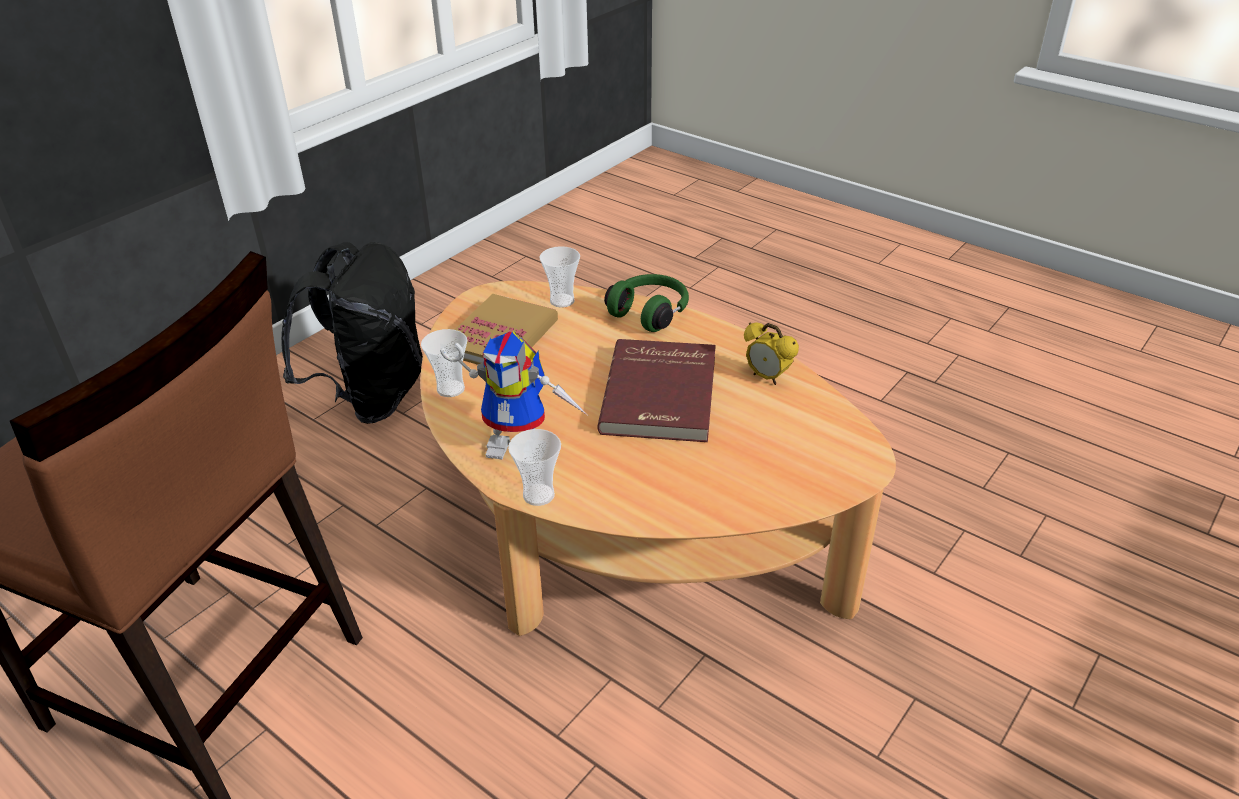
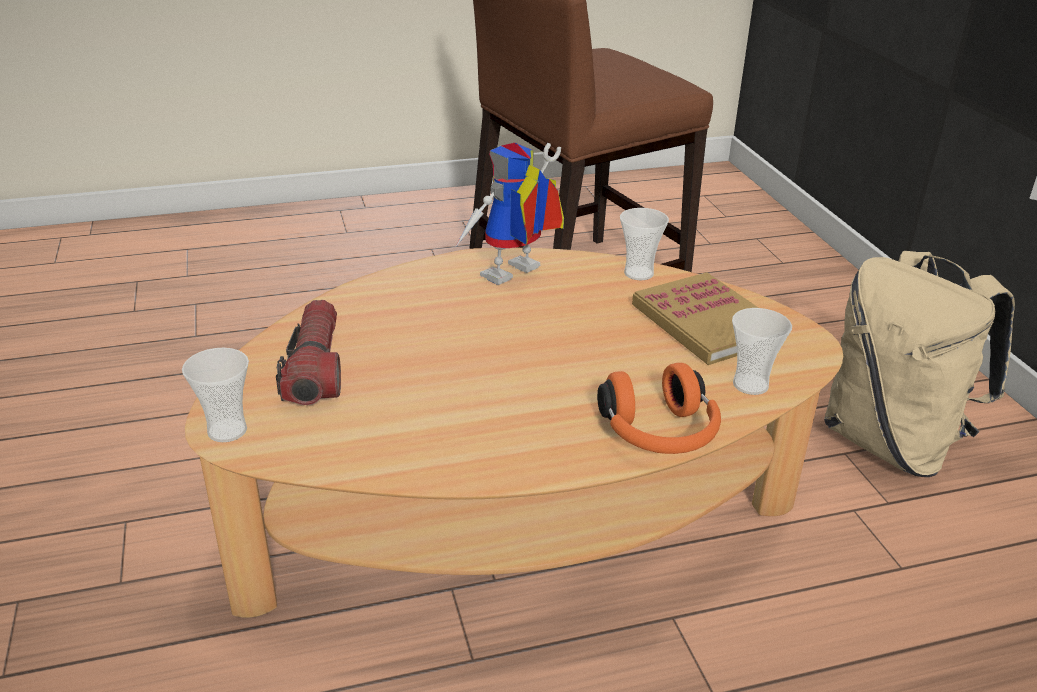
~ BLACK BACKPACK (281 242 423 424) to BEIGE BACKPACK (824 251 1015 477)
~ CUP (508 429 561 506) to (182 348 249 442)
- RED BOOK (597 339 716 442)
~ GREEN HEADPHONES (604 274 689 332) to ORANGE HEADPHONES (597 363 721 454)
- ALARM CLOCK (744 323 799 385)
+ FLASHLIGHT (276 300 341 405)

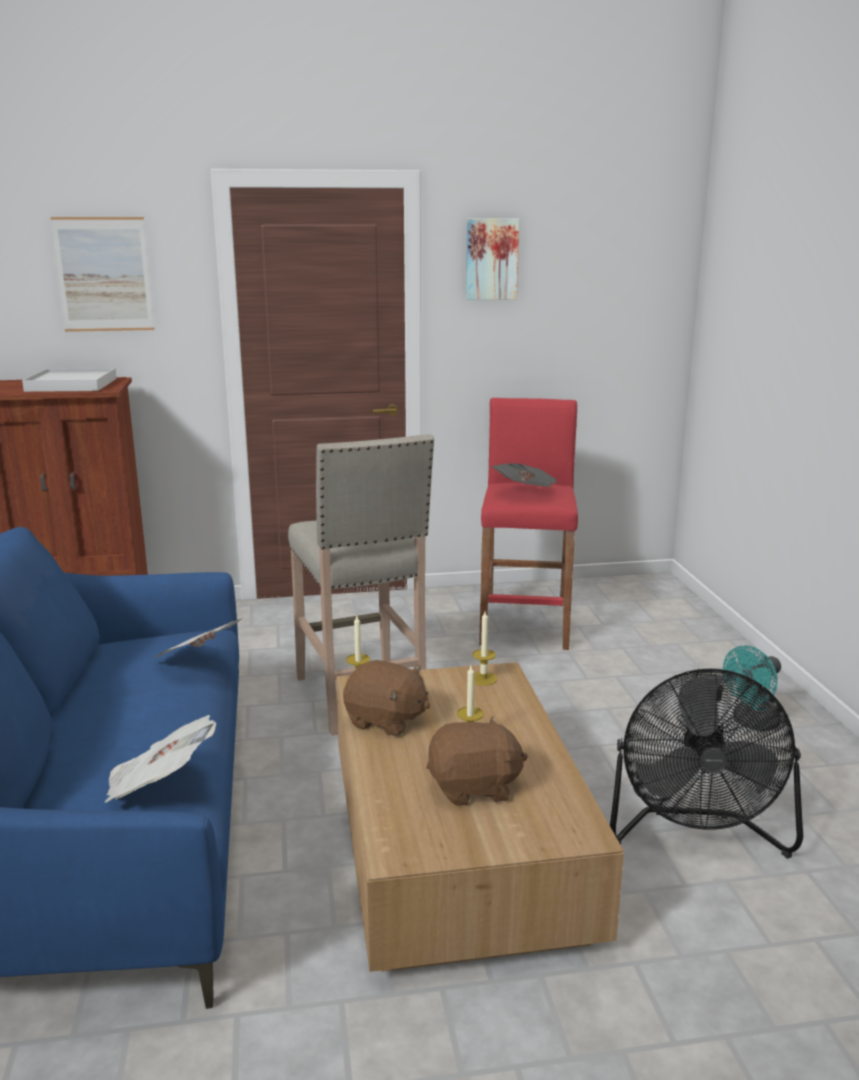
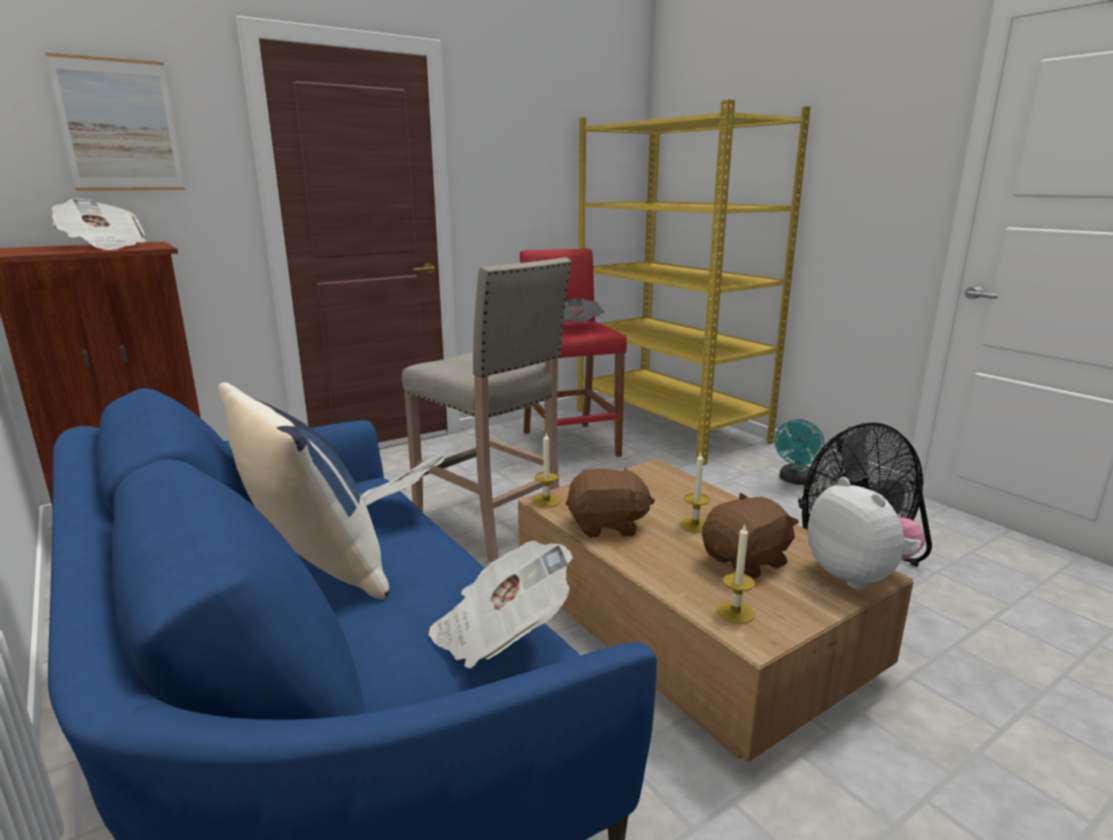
~ WHITE TRAY (22 368 117 392) to NEWSPAPER (52 199 146 250)
- PICTURE (466 219 519 300)
~ CANDLE (472 612 498 686) to (717 524 755 624)
+ BLUE PILLOW (218 382 390 599)
+ YELLOW BOOKCASE (577 100 811 465)
+ PLUSH TOY (808 477 925 590)

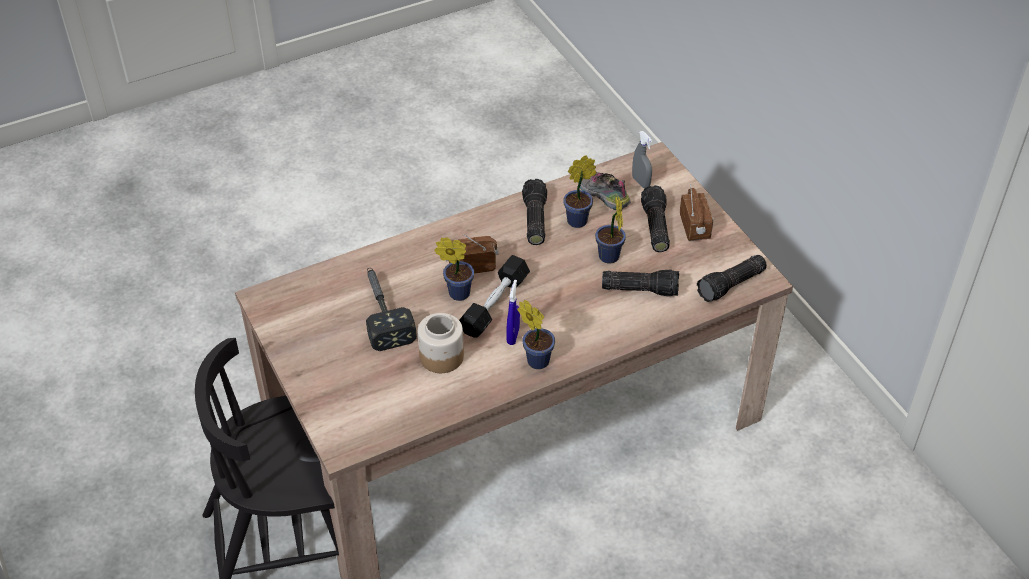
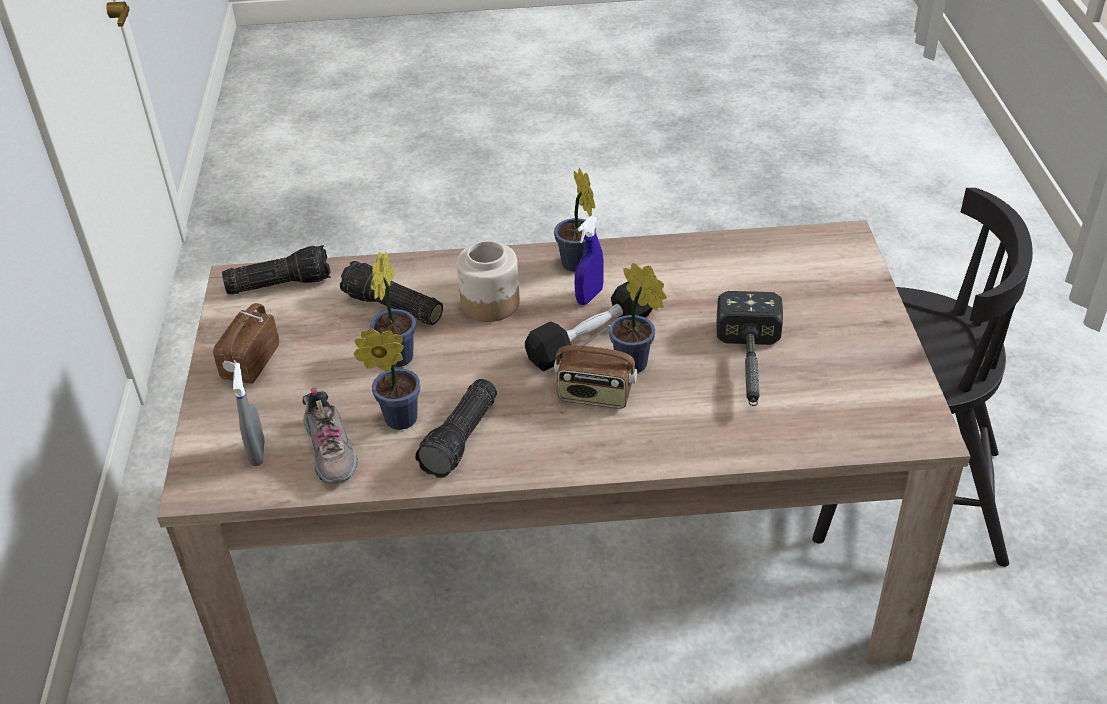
~ JAR (418 313 464 373) to (457 241 520 322)
- FLASHLIGHT (641 185 670 252)

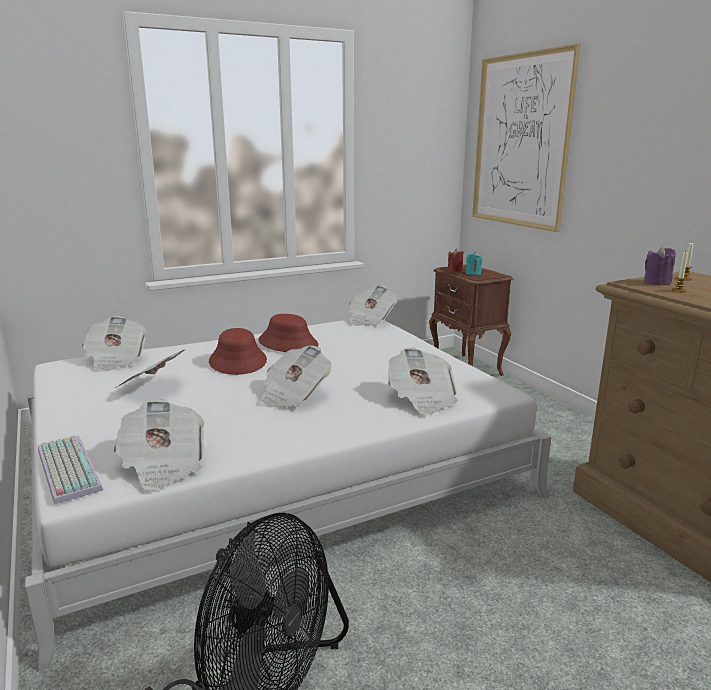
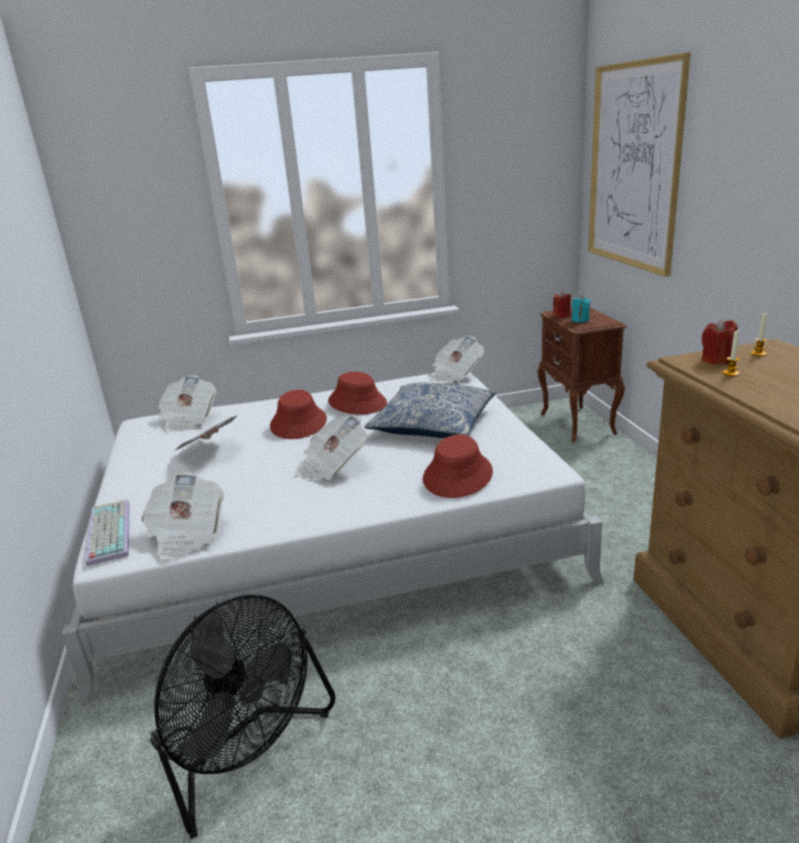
~ NEWSPAPER (388 347 458 416) to RED HAT (423 435 493 498)
~ PURPLE CANDLE (644 246 676 286) to RED CANDLE (702 319 737 365)
+ PILLOW (364 382 496 438)

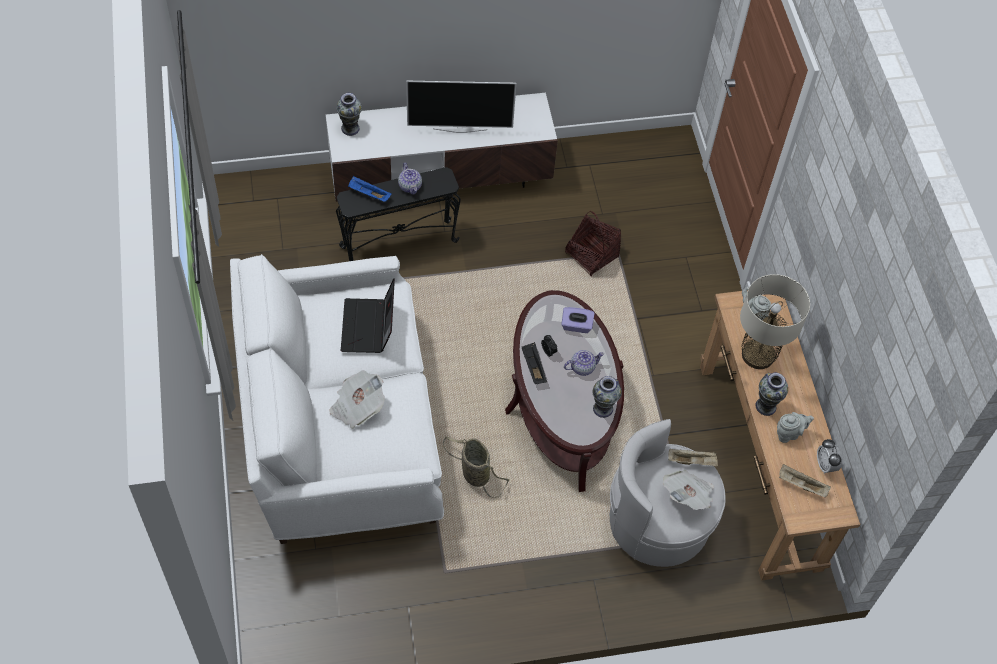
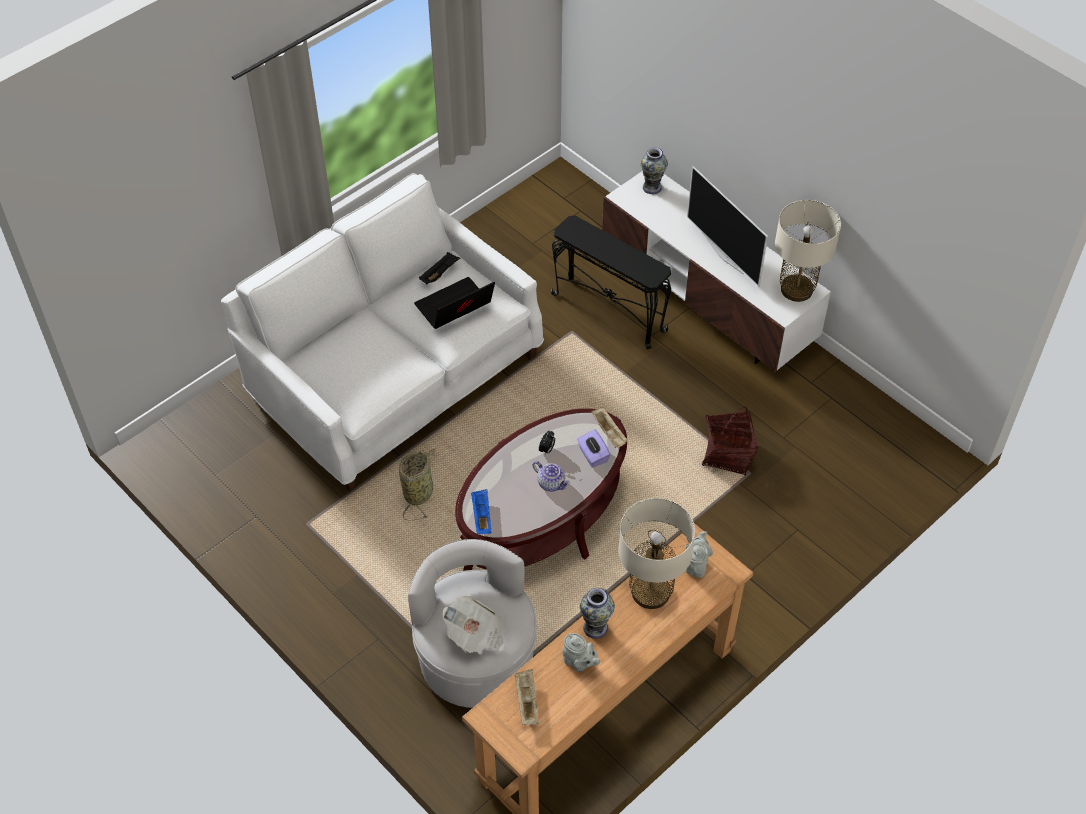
- NEWSPAPER (329 370 385 429)
~ BLUE TRAY (348 176 392 202) to (471 489 491 534)
- TEAPOT (398 163 422 195)
~ BLACK TRAY (522 342 547 384) to (419 252 460 285)
- VASE (593 376 622 418)
~ BEIGE TRAY (668 449 718 466) to (591 407 628 448)
- ALARM CLOCK (817 439 842 474)
+ TABLE LAMP (775 200 841 302)

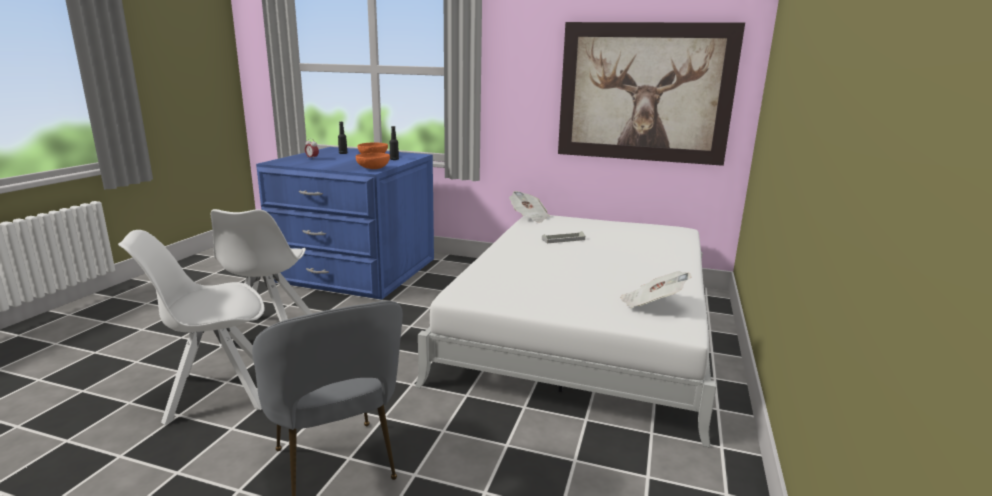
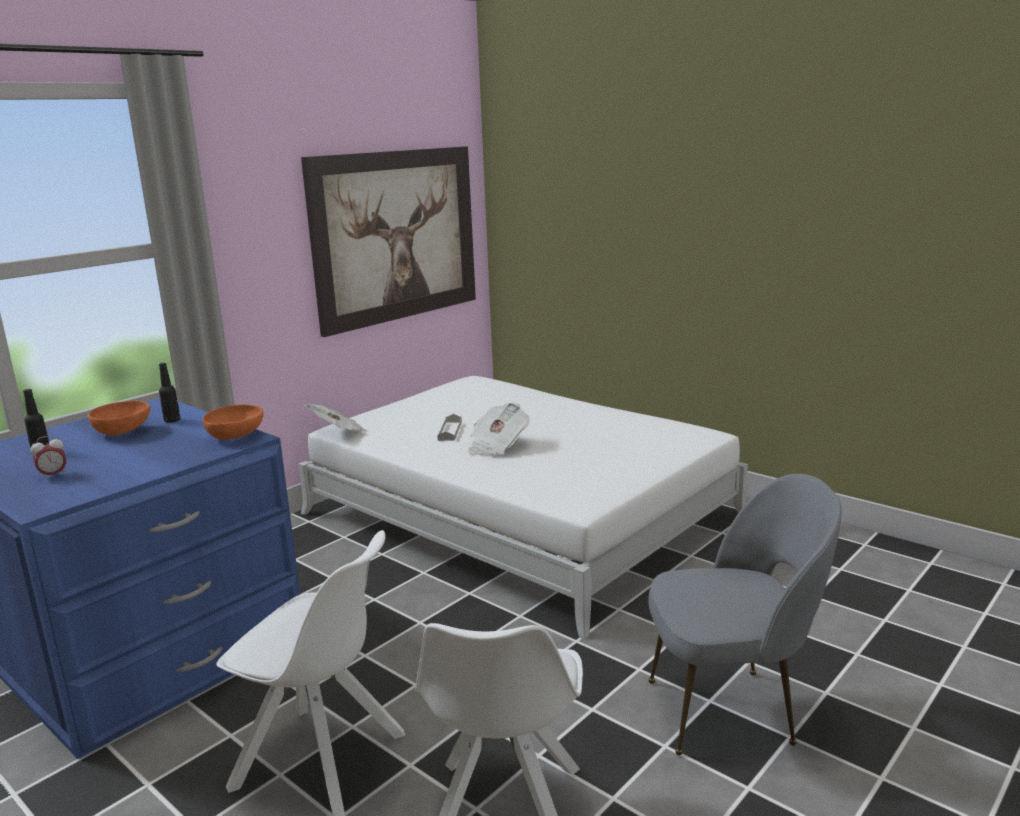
~ NEWSPAPER (620 271 692 308) to (468 403 529 455)

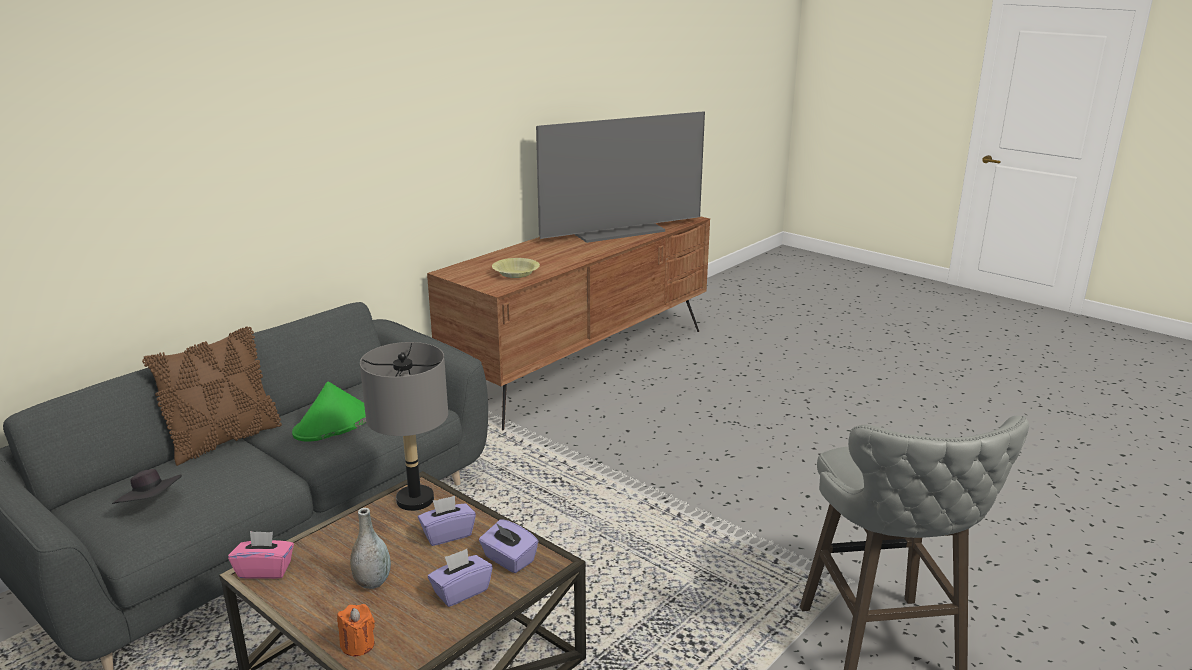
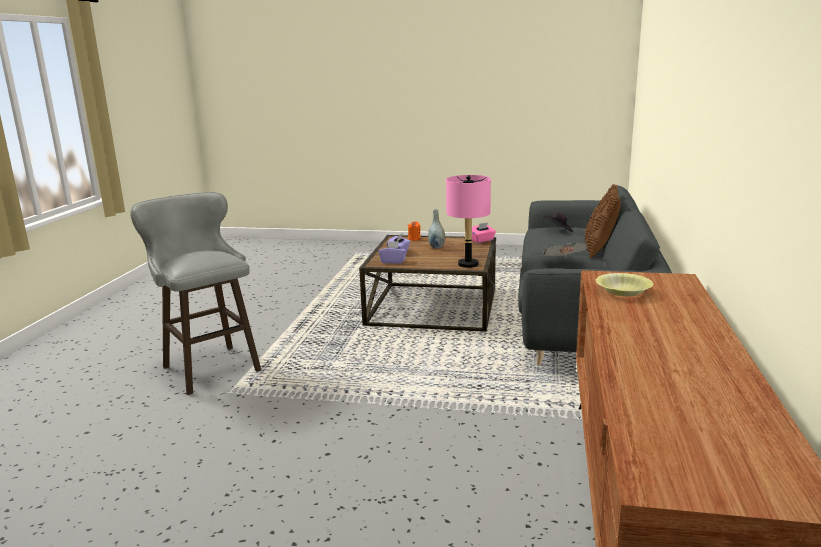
~ GREEN HAT (292 381 366 442) to NEWSPAPER (543 243 588 256)
~ GREY TABLE LAMP (360 342 448 511) to PINK TABLE LAMP (446 175 491 268)
- PURPLE TISSUE BOX (418 496 476 546)
- TELEVISION (536 111 705 243)

